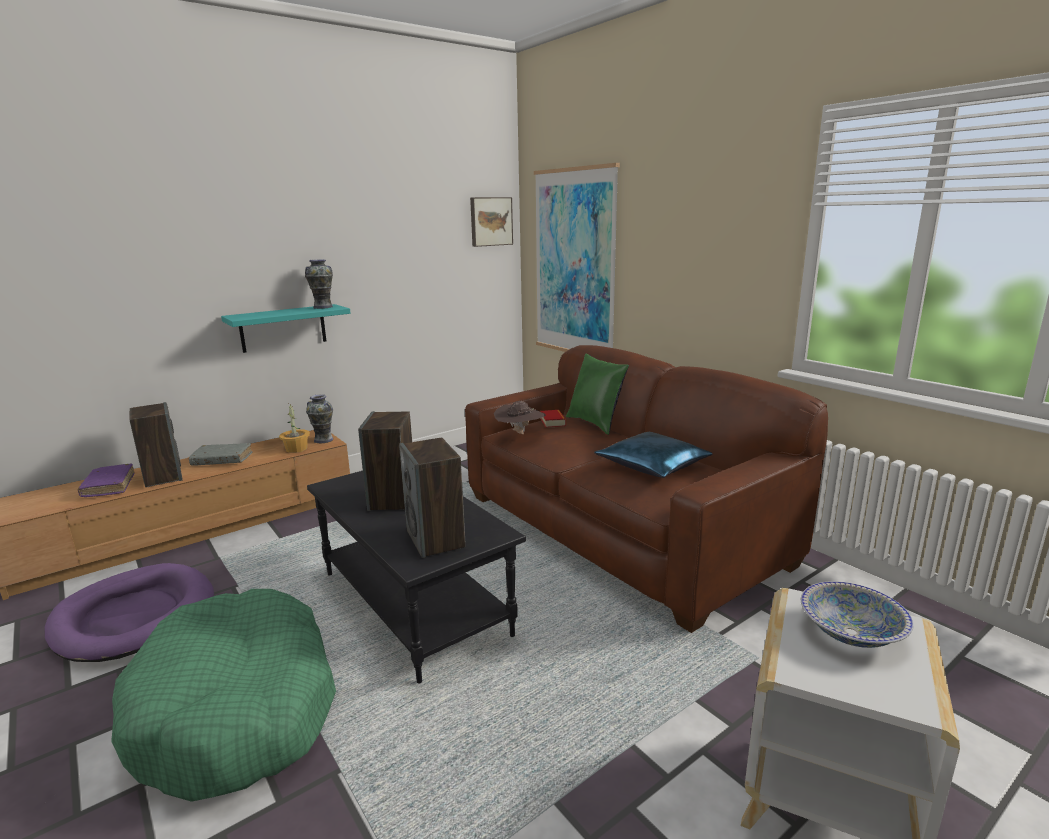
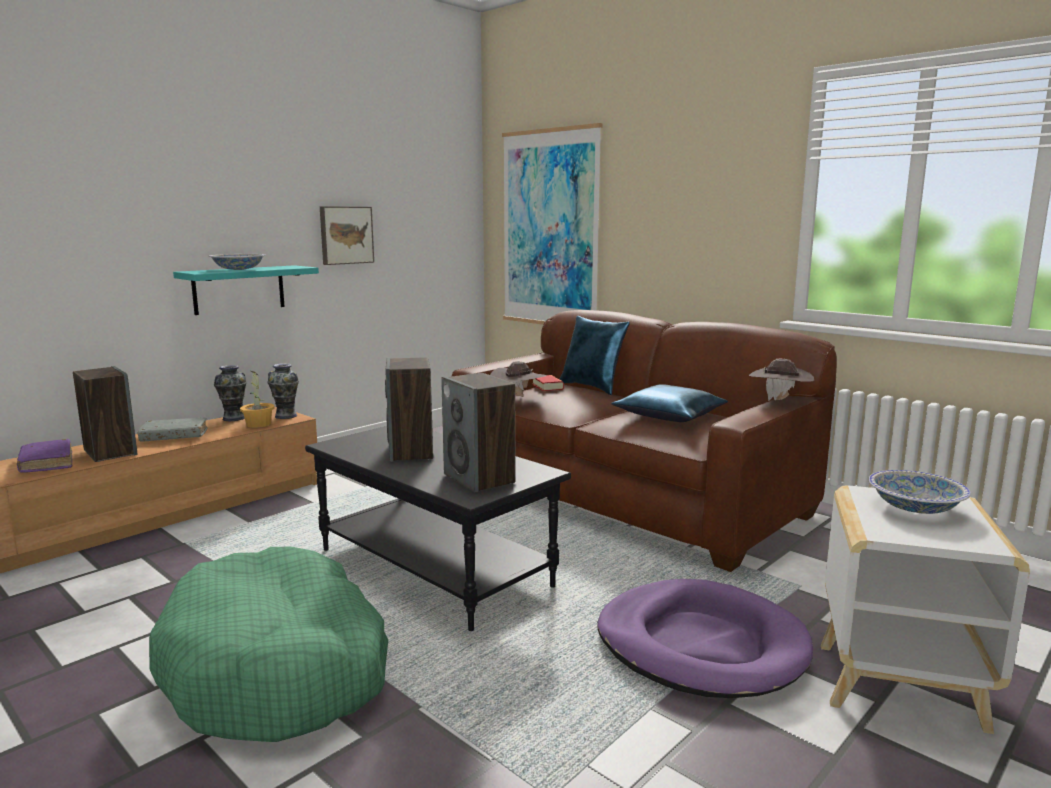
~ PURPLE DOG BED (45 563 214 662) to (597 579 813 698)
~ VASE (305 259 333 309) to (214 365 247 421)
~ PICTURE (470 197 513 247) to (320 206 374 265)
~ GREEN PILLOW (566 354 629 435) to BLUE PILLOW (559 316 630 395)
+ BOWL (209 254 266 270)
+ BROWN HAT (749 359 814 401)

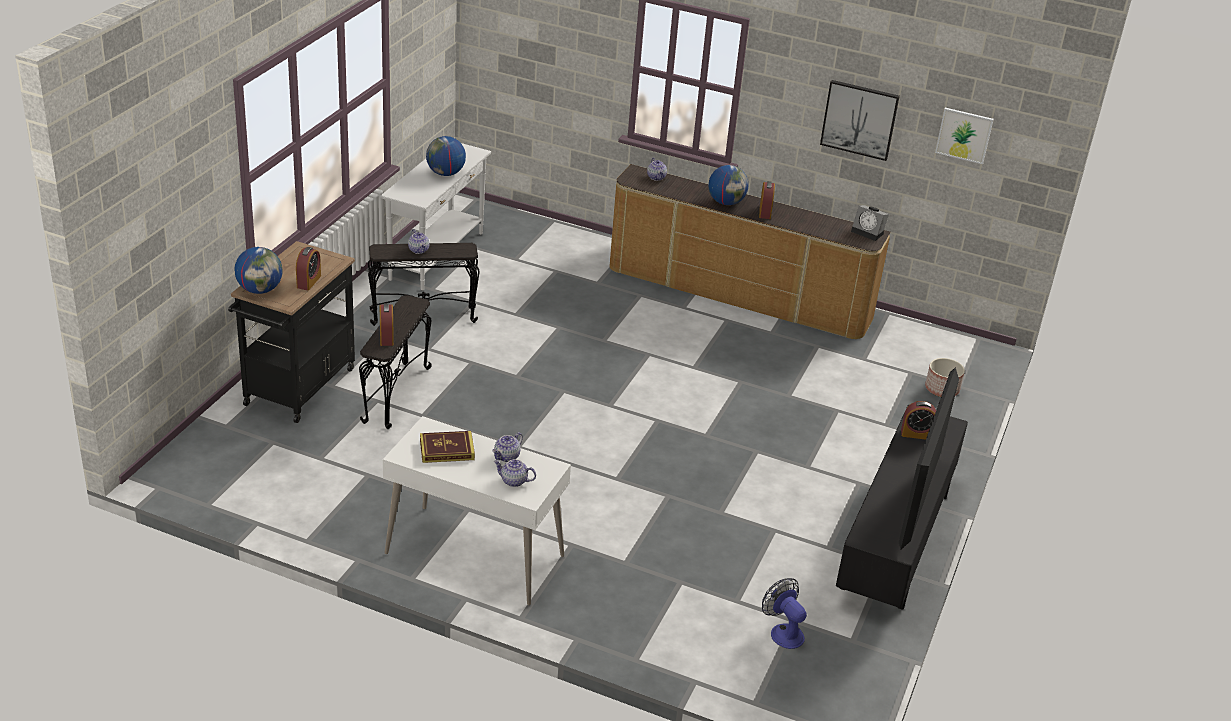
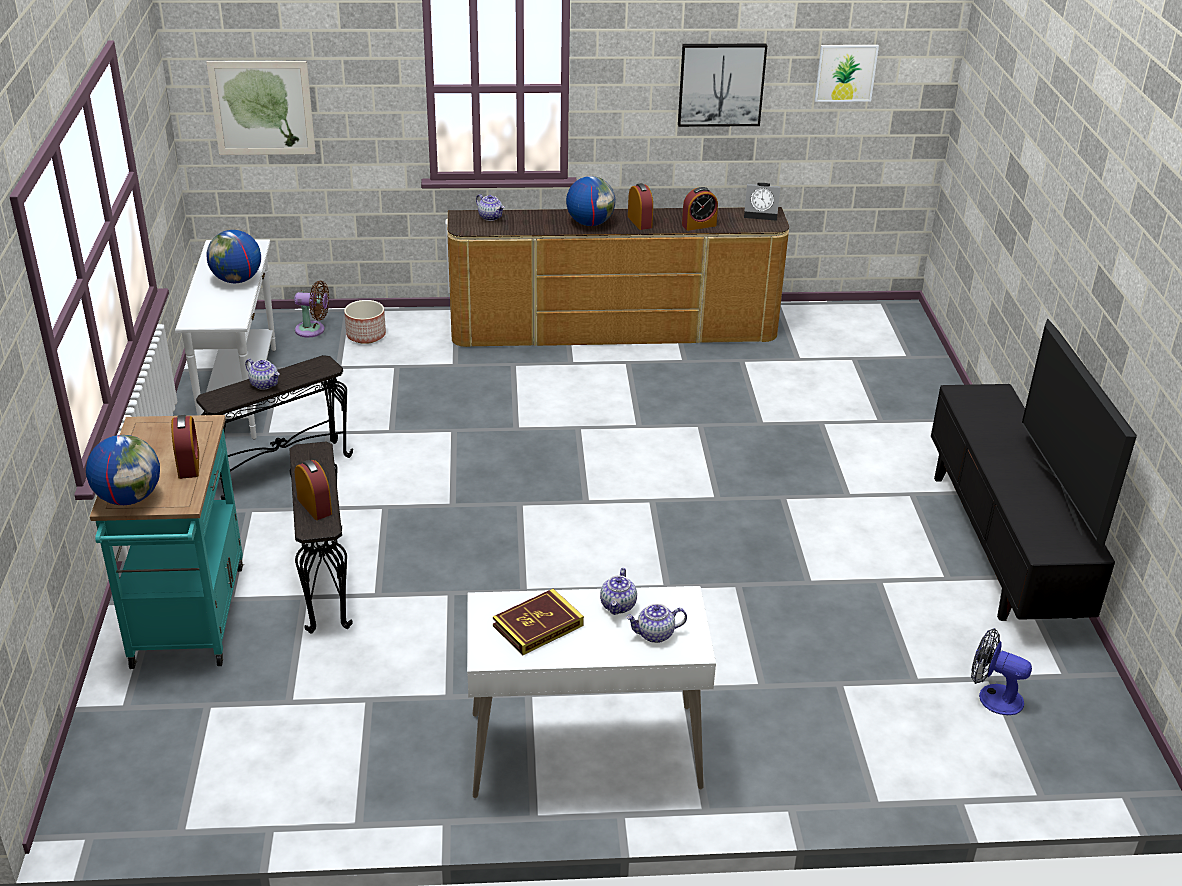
~ BLACK CART (228 241 355 423) to TURQUOISE CART (90 415 244 669)
~ ALARM CLOCK (901 401 936 440) to (682 187 718 231)
~ PLANTER (925 358 965 397) to (344 300 386 344)
+ PICTURE (206 61 316 155)
+ BROWN FAN (294 281 329 337)

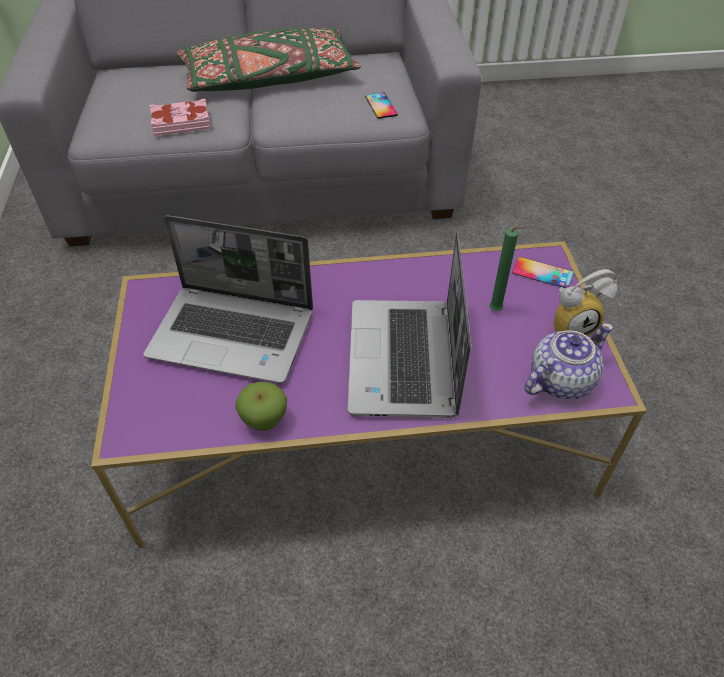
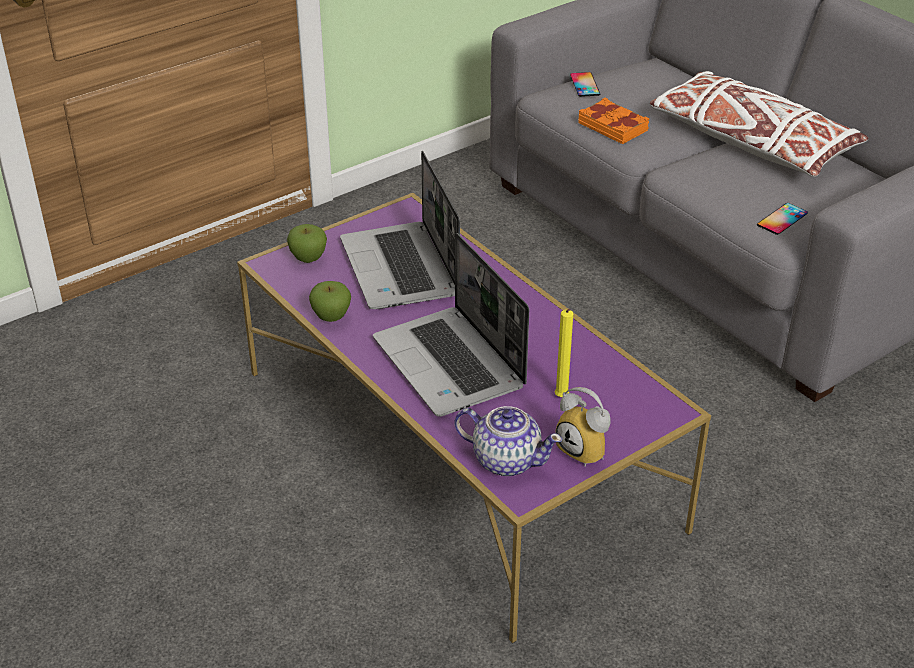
~ PINK BOOK (150 99 211 136) to ORANGE BOOK (578 98 650 144)
~ GREEN PILLOW (176 28 361 92) to WHITE PILLOW (650 71 868 177)
~ LAPTOP (348 232 471 418) = (373 233 529 417) 90 degrees counterclockwise
~ GREEN CANDLE (489 226 526 311) to YELLOW CANDLE (554 309 573 397)
~ PHONE (512 257 574 288) to (570 72 600 97)
+ APPLE (287 224 327 263)

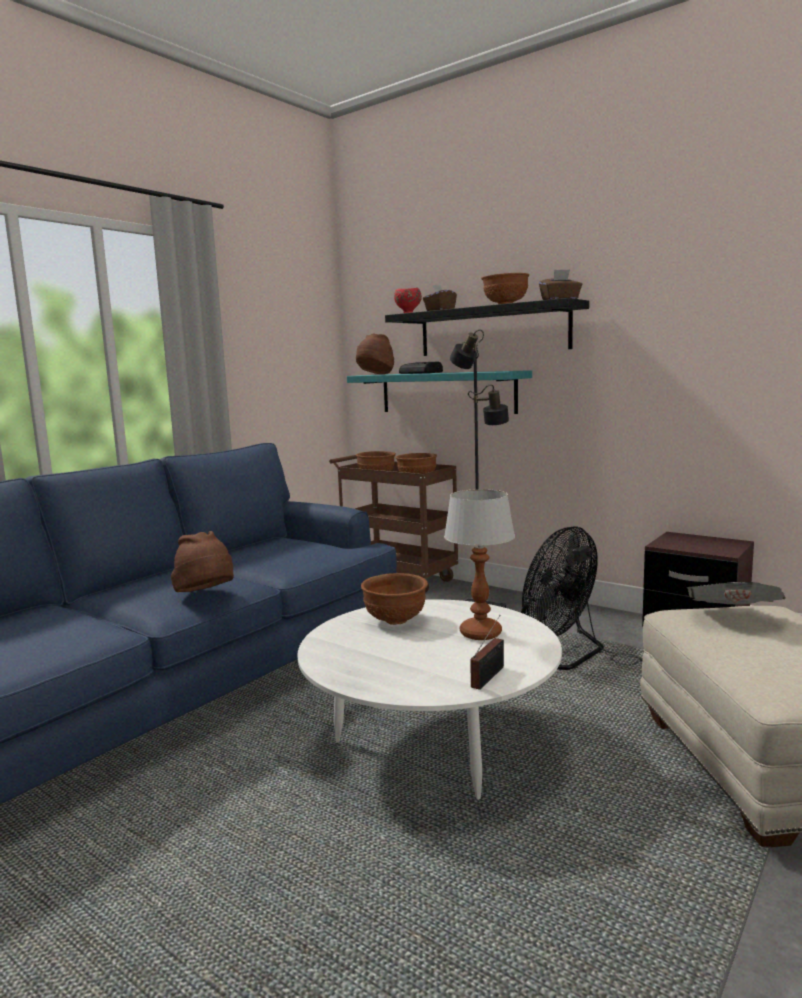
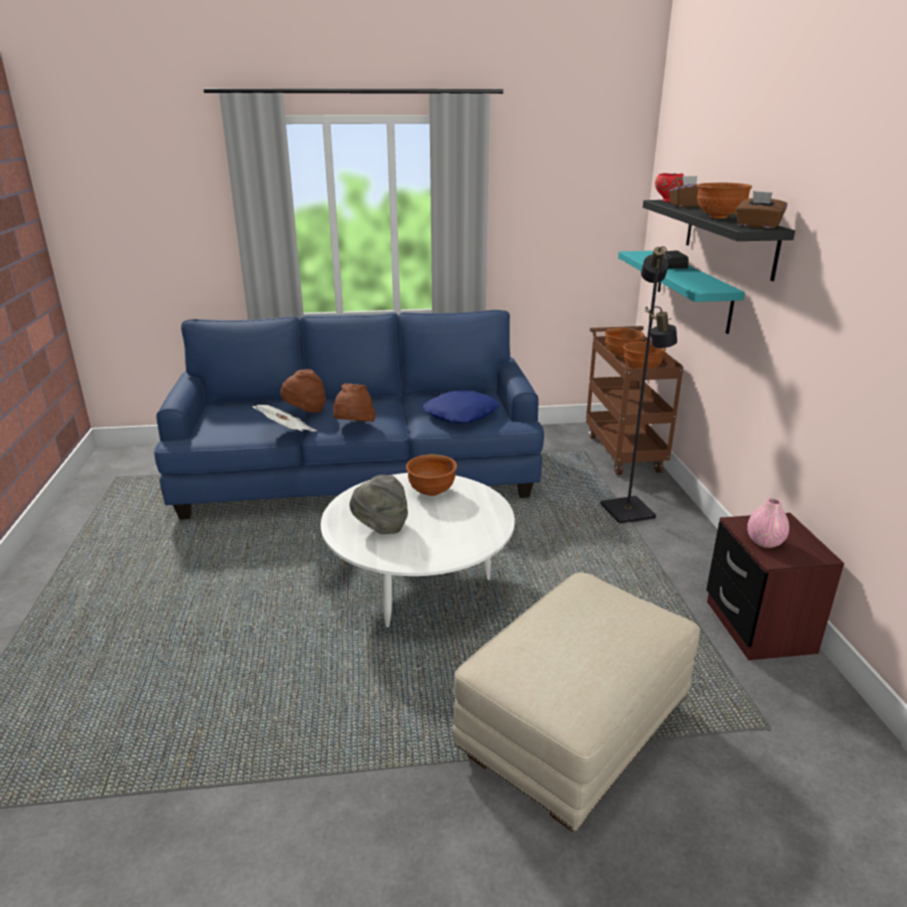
~ BROWN HAT (356 333 394 374) to (280 369 326 413)
- TABLE LAMP (444 489 515 640)
- RADIO (470 615 504 690)
- BLACK FAN (520 526 642 670)
~ NEWSPAPER (687 582 786 605) to (252 405 317 431)
+ GREY HAT (350 475 408 534)
+ BLUE PILLOW (422 390 499 424)
+ PINK VASE (748 498 789 548)

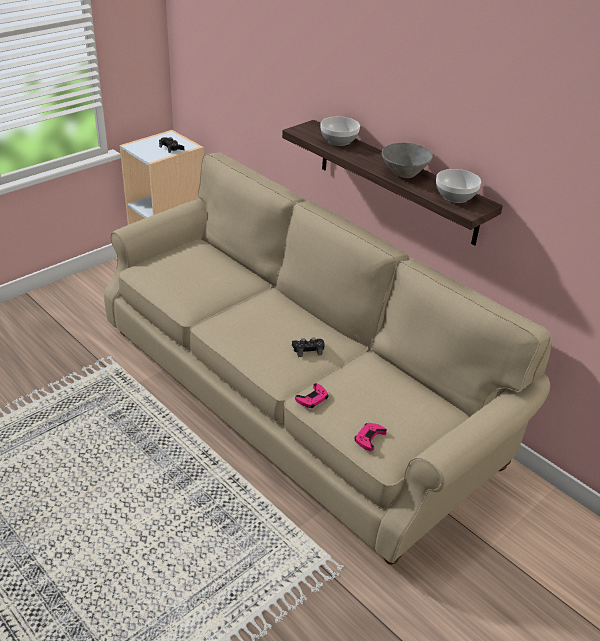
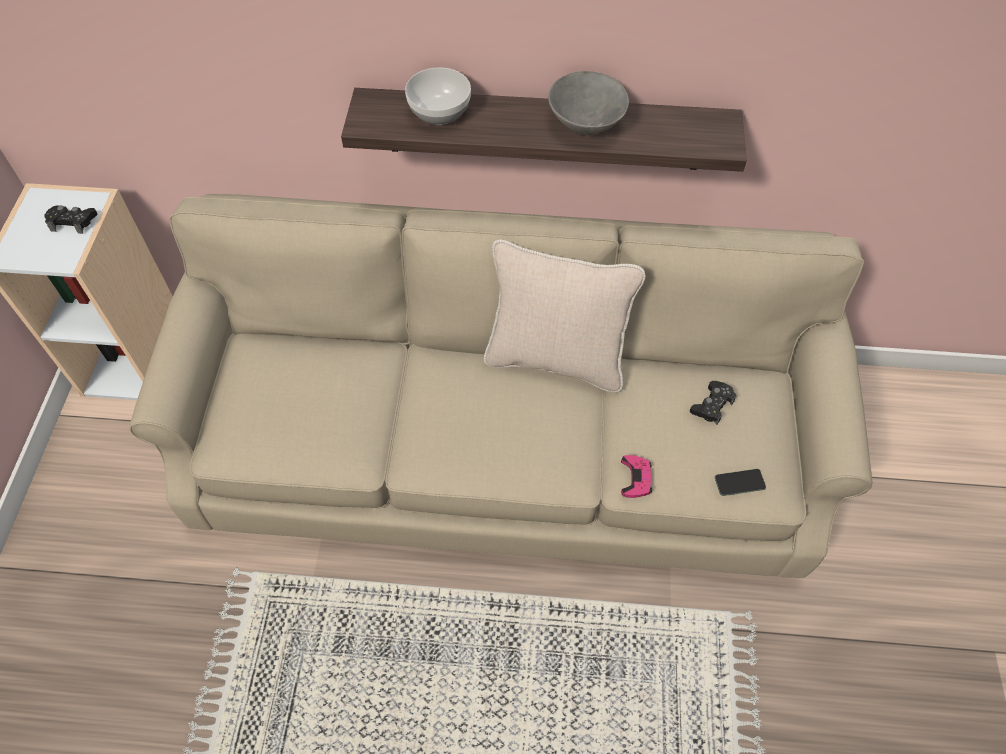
~ BLACK GAME CONTROLLER (292 338 325 357) to (690 381 736 425)
~ PINK GAME CONTROLLER (354 423 387 451) to PHONE (715 469 766 496)
- BOWL (436 169 481 203)
+ BEIGE PILLOW (484 239 646 393)

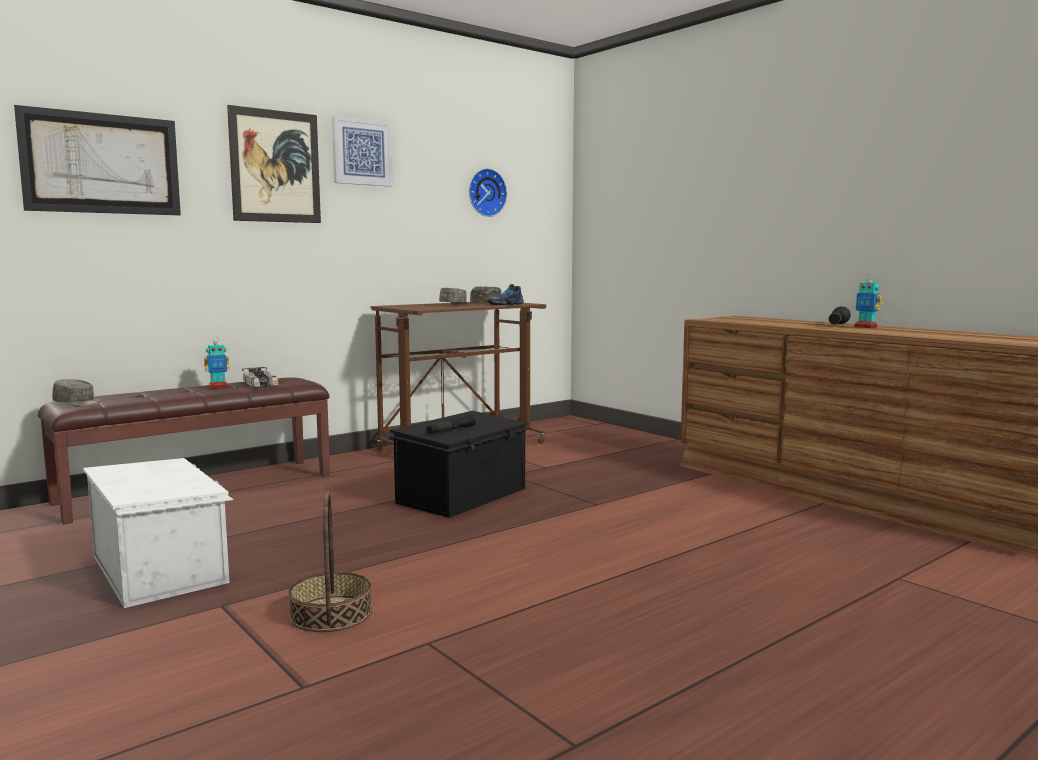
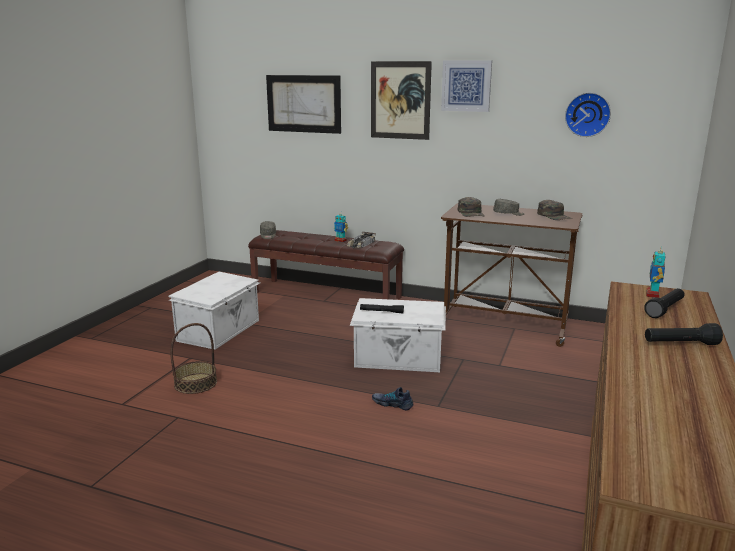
~ BLACK STORAGE BOX (390 411 532 518) to WHITE STORAGE BOX (350 298 446 372)
~ SHOE (487 284 524 305) to (372 387 413 410)
~ TOY ROBOT (854 274 883 328) to (646 245 665 298)
+ GREEN CAP (458 197 485 217)
+ BLACK FLASHLIGHT (644 288 684 318)

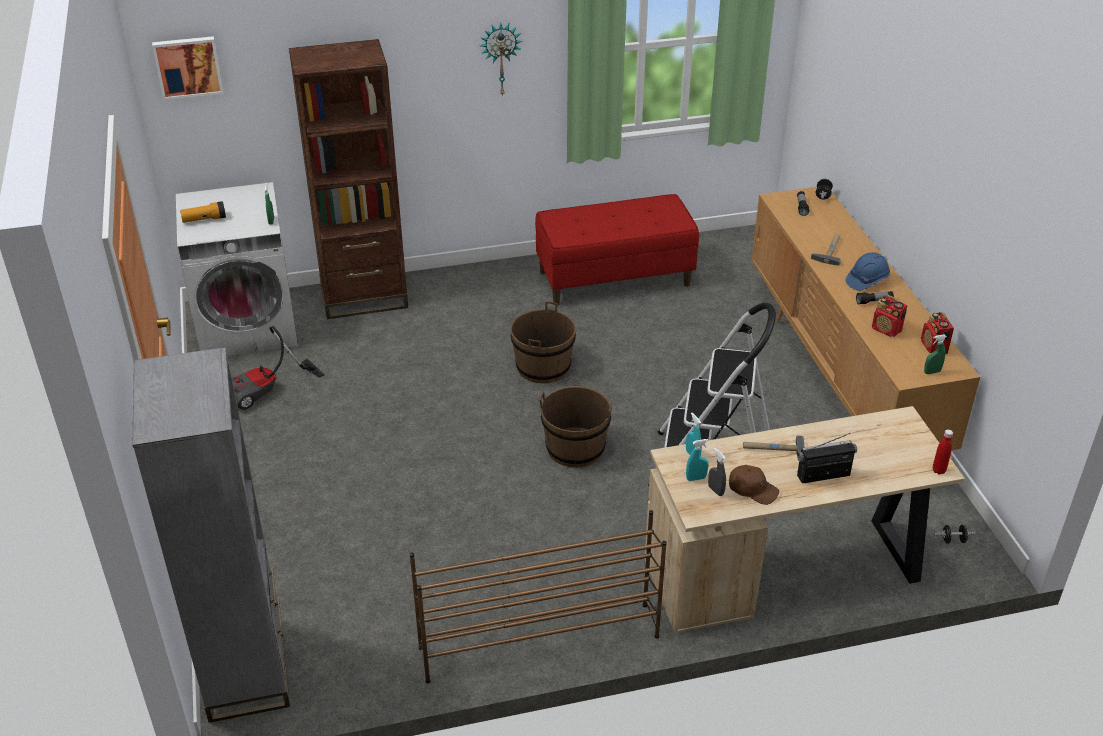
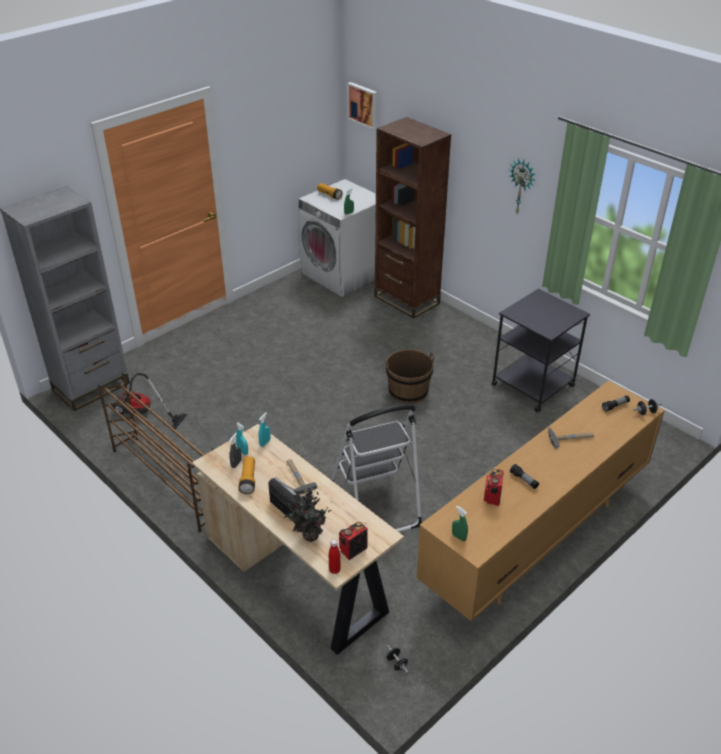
~ VACUUM CLEANER (232 326 325 410) to (112 373 187 429)
~ RED BENCH (535 194 699 305) to BLACK CART (492 289 590 412)
- BROWN BUCKET (540 386 613 467)
~ BROWN CAP (729 465 779 505) to FLASHLIGHT (239 456 255 494)
- BLUE HARD HAT (846 252 890 291)
~ RADIO (921 312 954 354) to (339 522 367 560)
+ POTTED PLANT (284 487 332 542)

